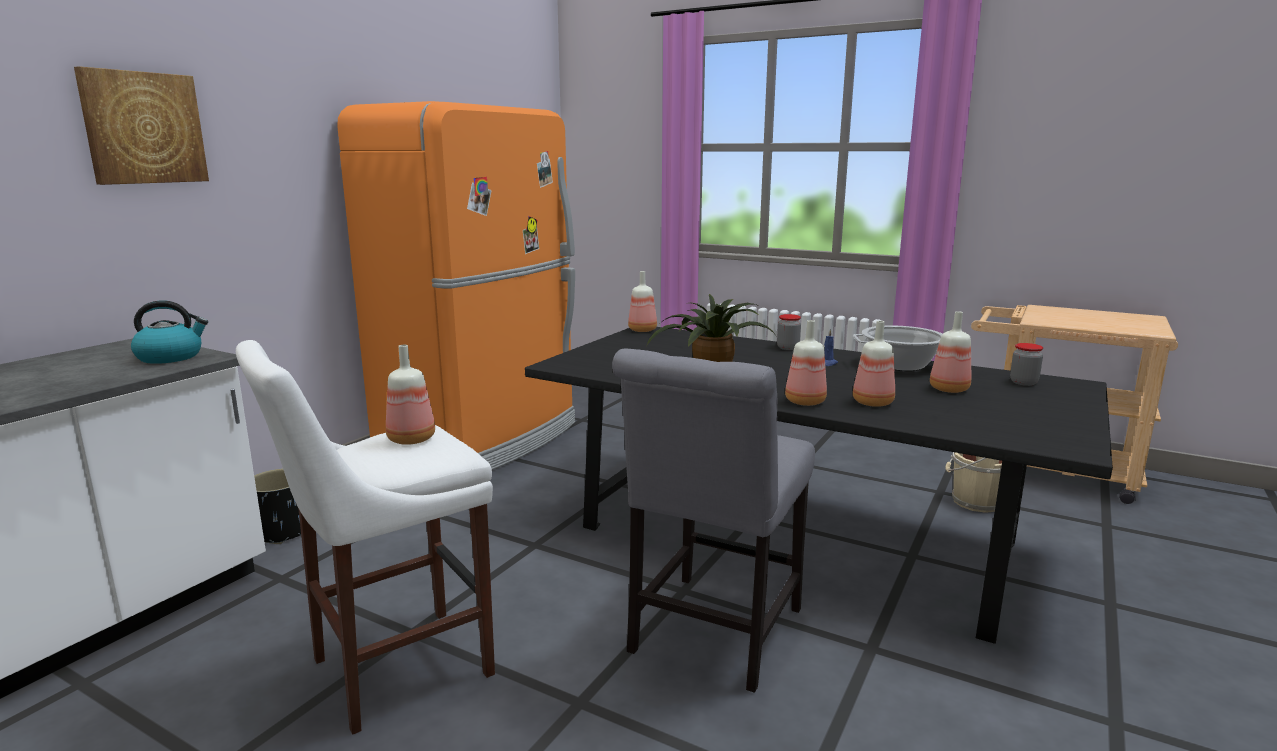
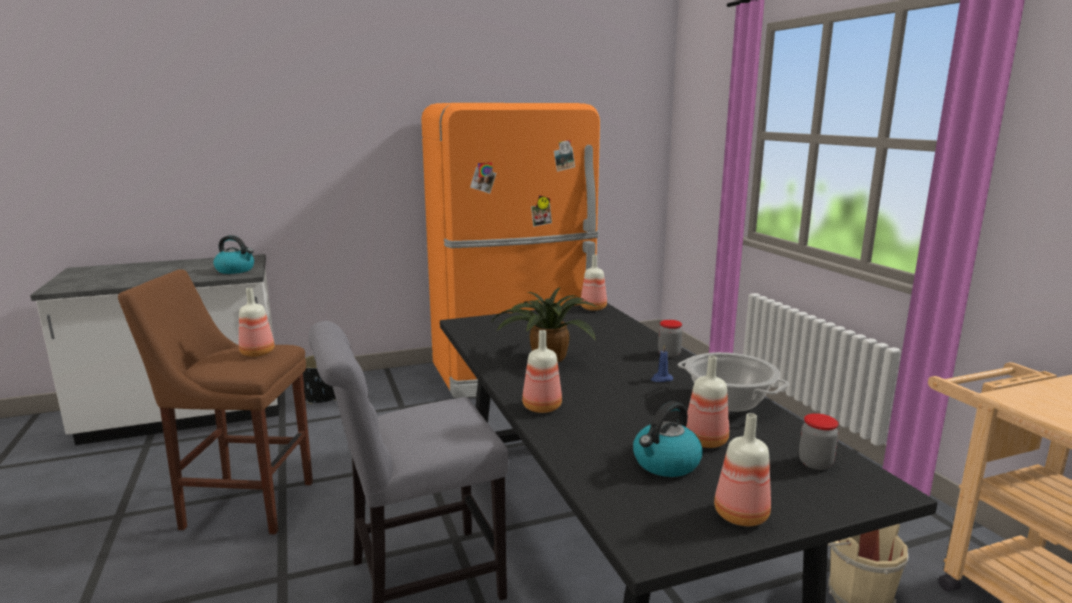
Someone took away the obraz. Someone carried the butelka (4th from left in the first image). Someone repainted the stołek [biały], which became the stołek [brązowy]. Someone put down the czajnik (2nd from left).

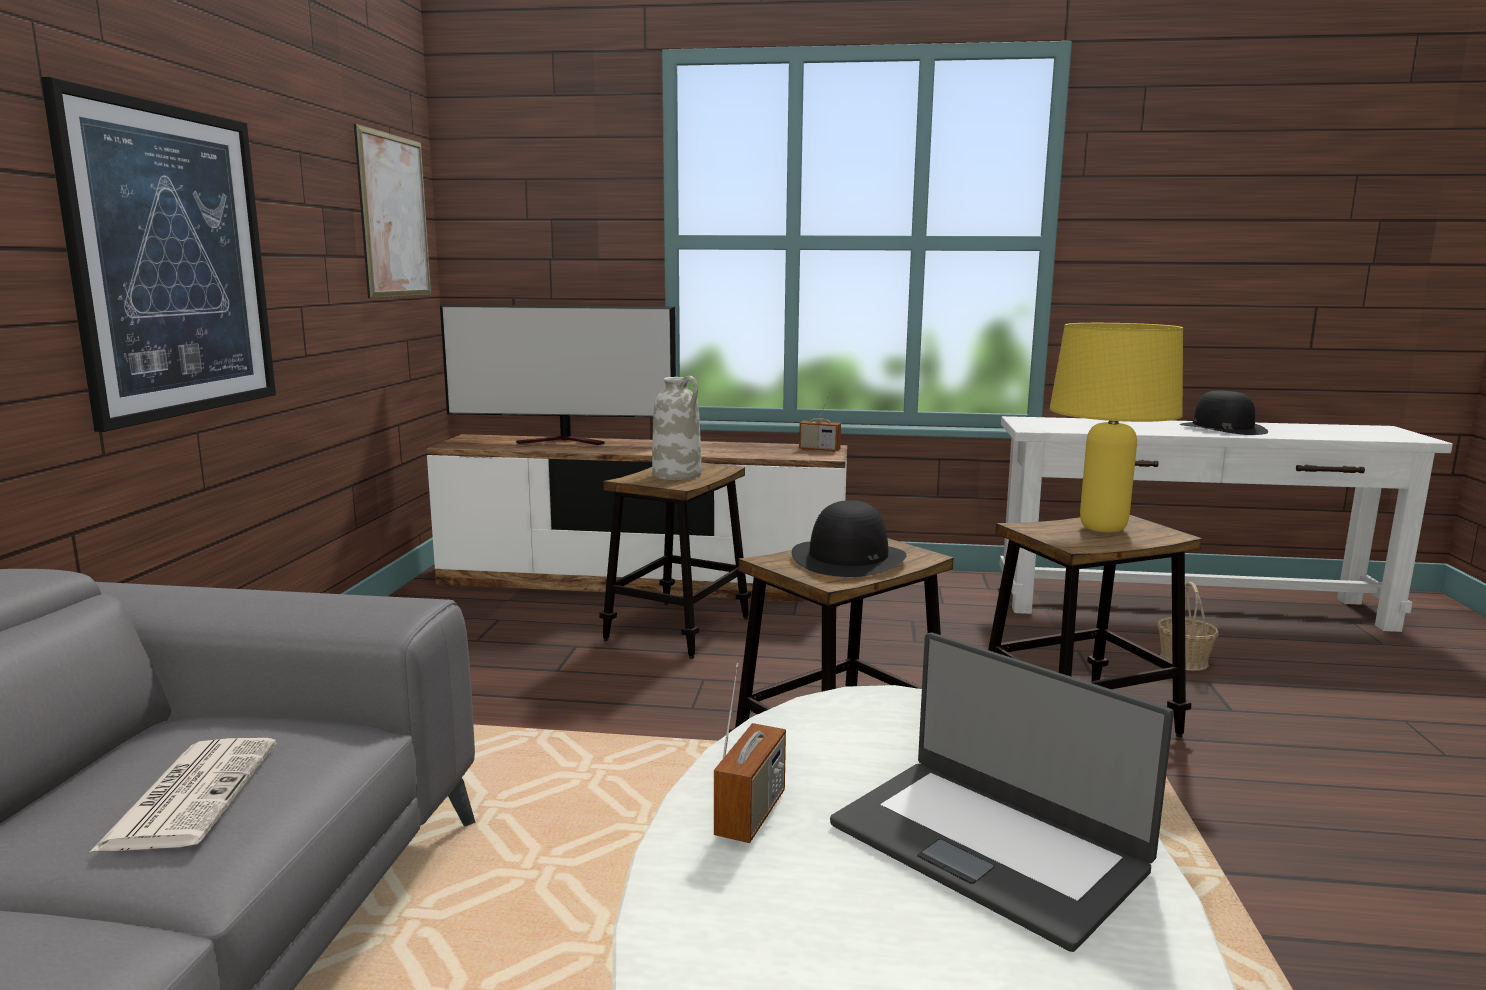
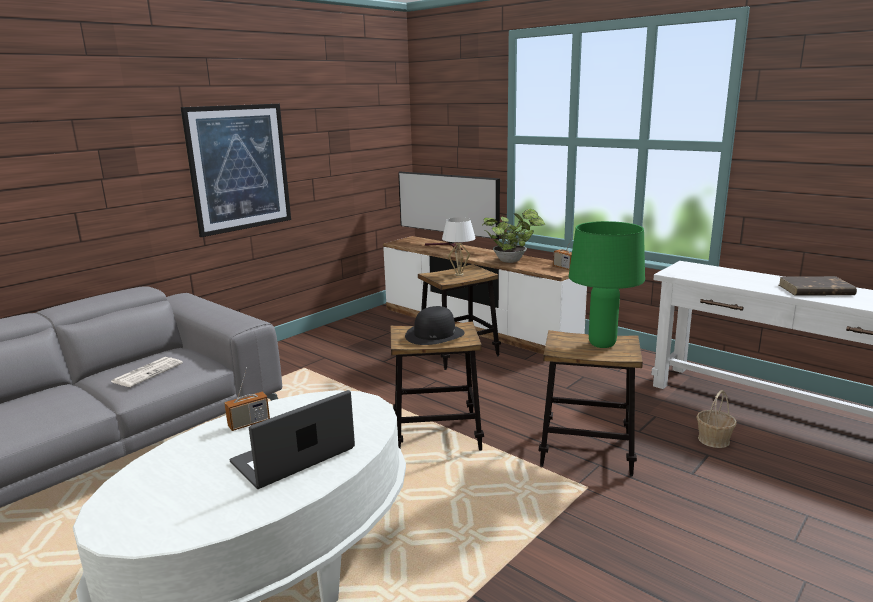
Someone took away the obraz (2nd from left). Someone repainted the lampa stołowa [żółty], which became the lampa stołowa [zielony]. Someone swapped the wazon [biały] for the lampa stołowa [biały]. Someone swapped the kapelusz [czarny] (2nd from left) for the książka [brązowy]. Someone rotated the laptop by 60 degrees clockwise. Someone put down the roślina doniczkowa.

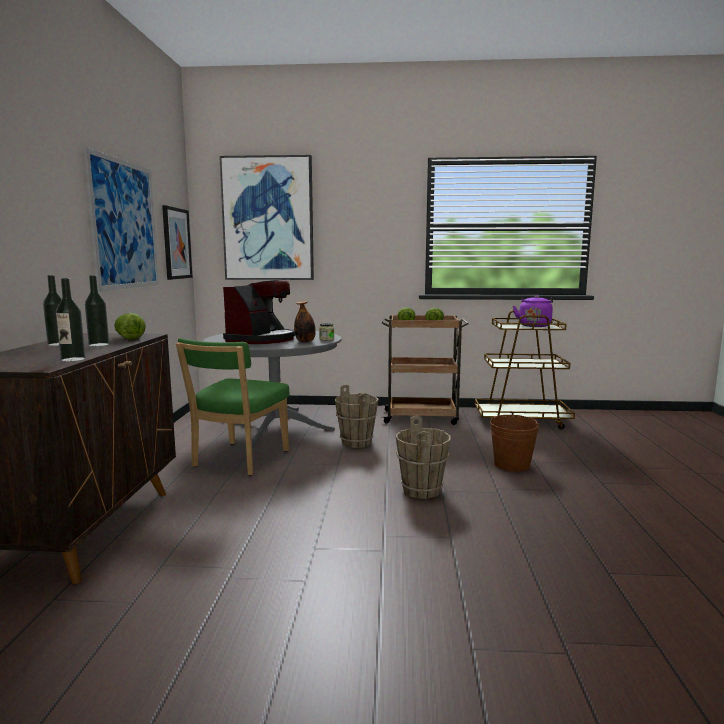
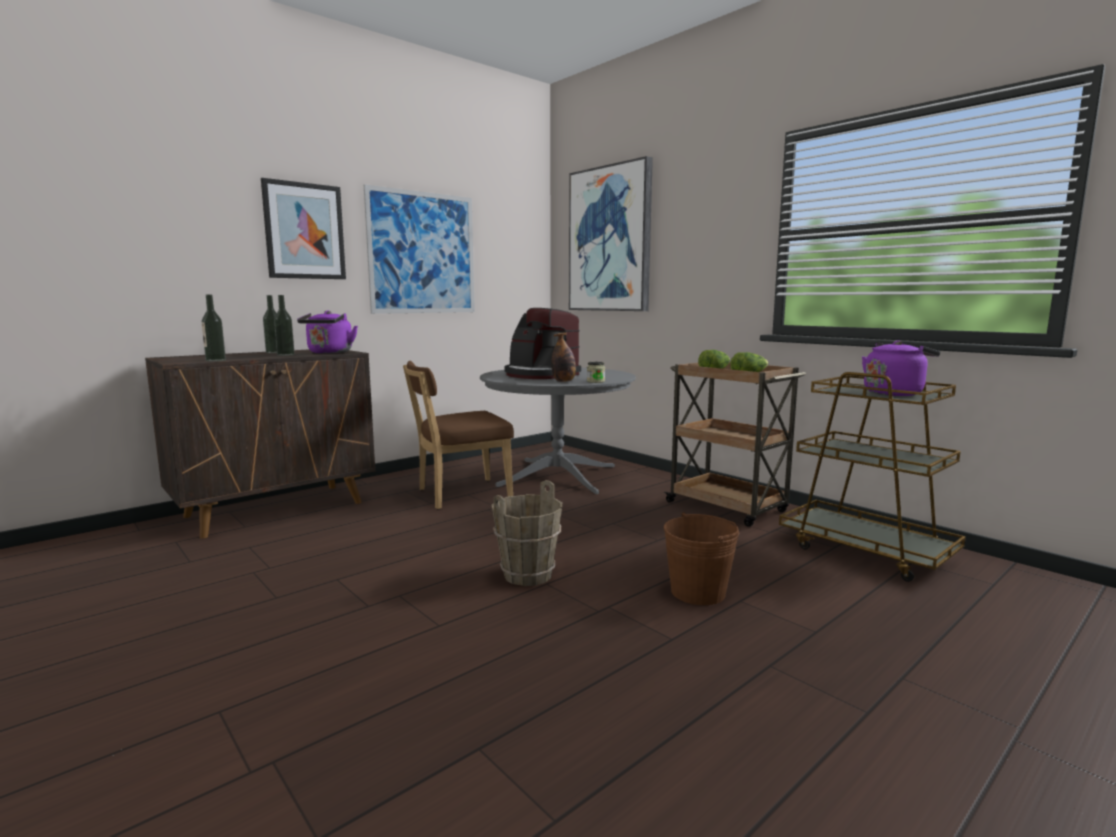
Someone carried the obraz (2nd from left in the first image). Someone rotated the ekspres do kawy by 60 degrees clockwise. Someone swapped the sałata (1st from left) for the czajnik [fioletowy] (1st from left). Someone repainted the krzesło [zielony], which became the krzesło [brązowy]. Someone took away the wiadro [brązowy] (1st from left).

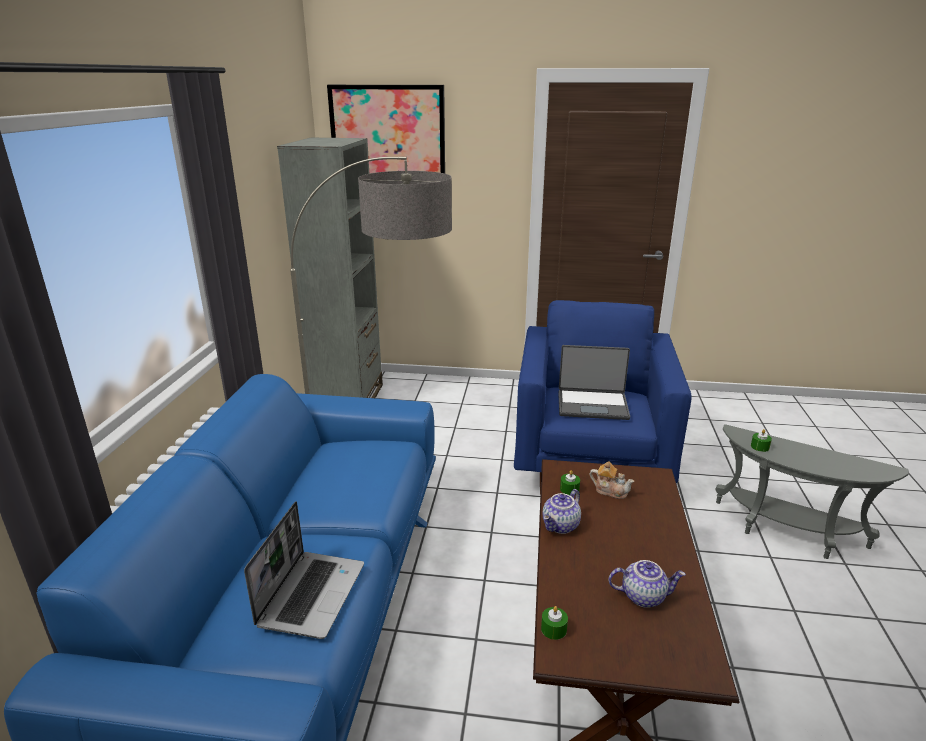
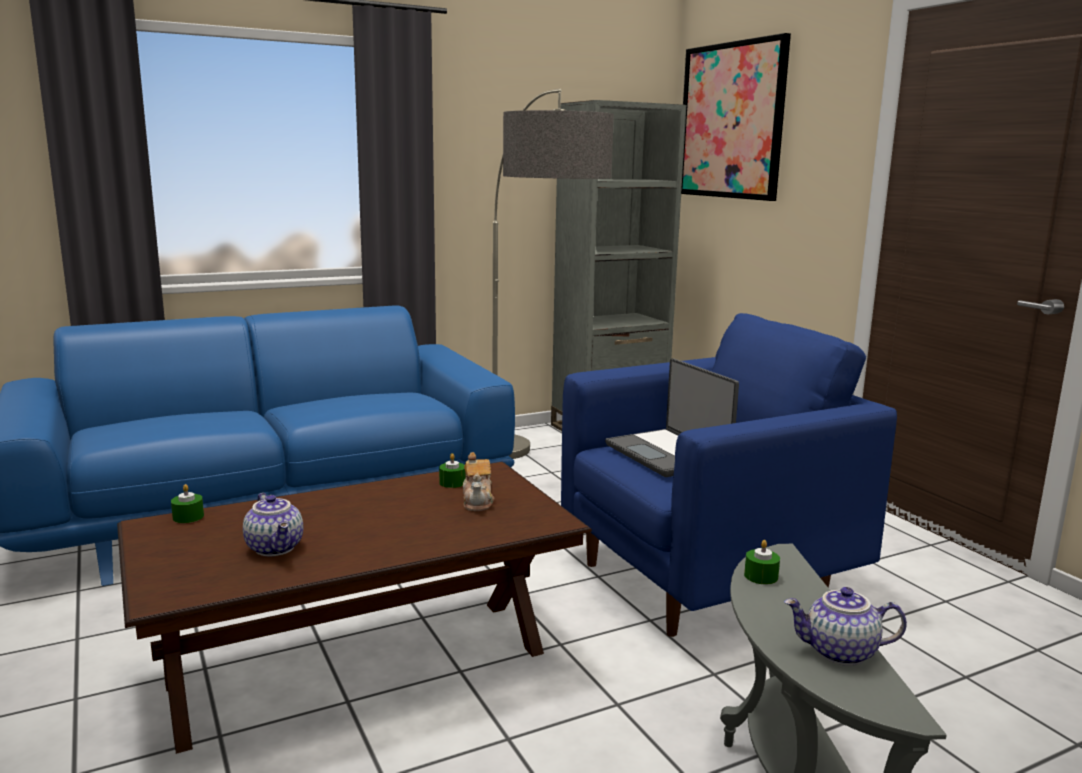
Someone carried the imbryk (1st from left in the first image). Someone took away the laptop (1st from left).

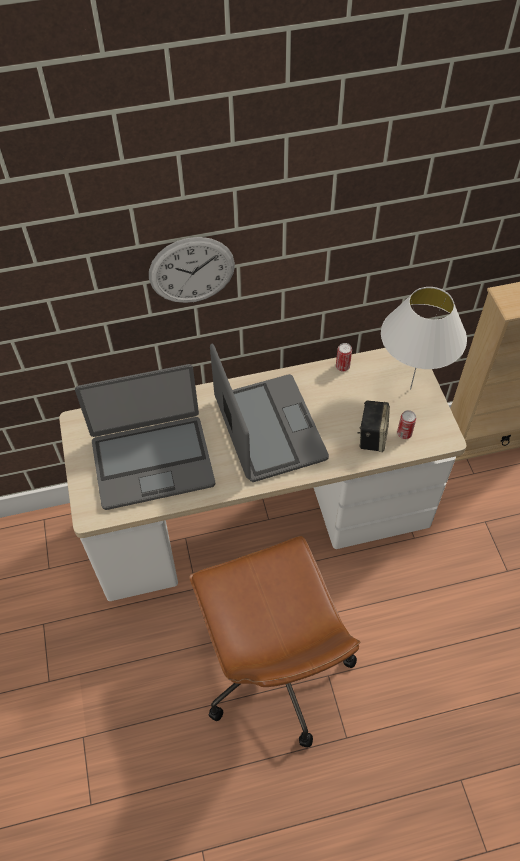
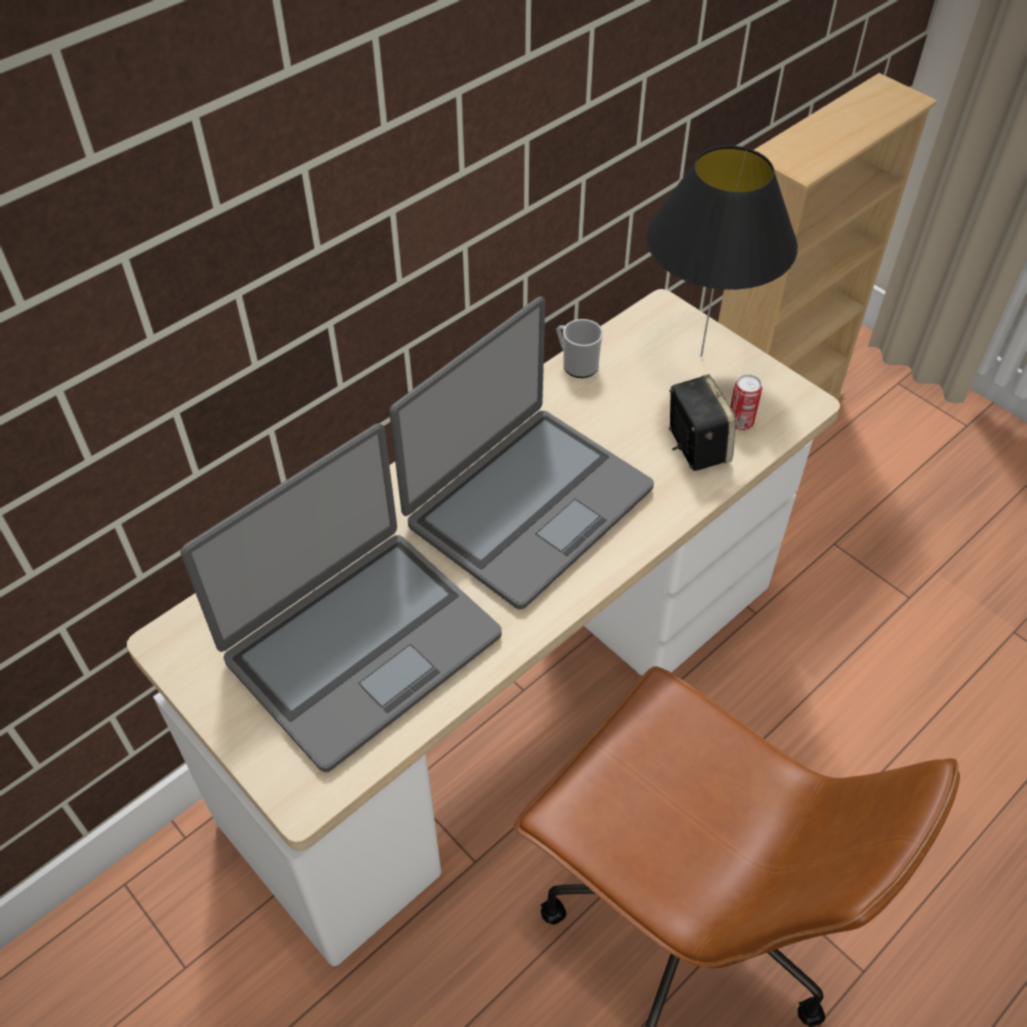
Someone took away the zegar ścienny. Someone repainted the lampa stołowa [biały], which became the lampa stołowa [czarny]. Someone swapped the puszka (1st from left) for the kubek. Someone rotated the laptop (2nd from left) by 90 degrees clockwise.

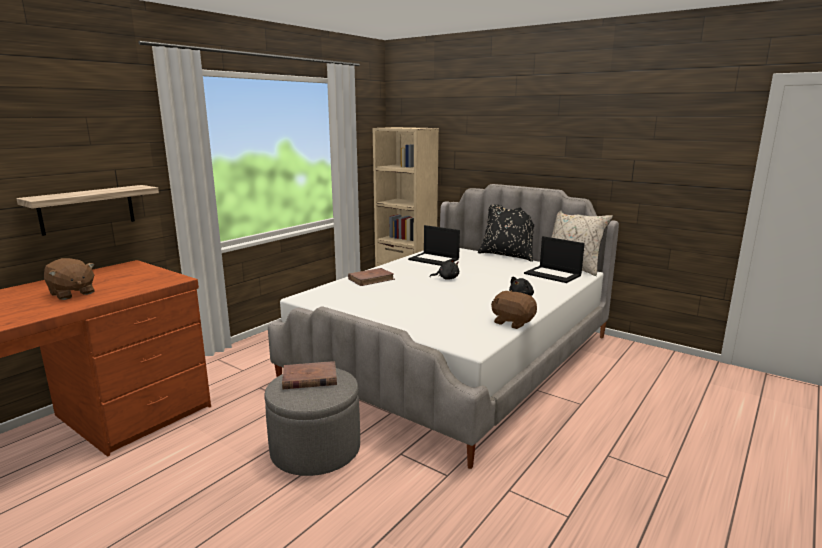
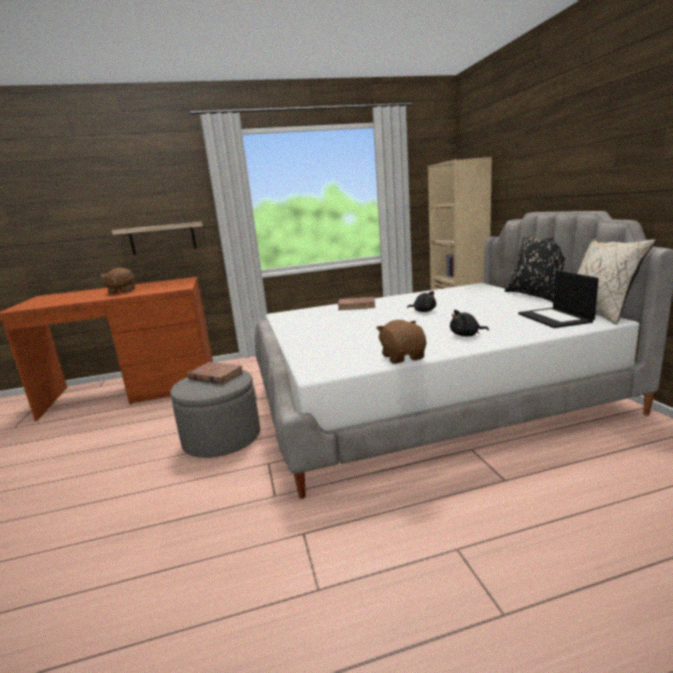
Someone took away the laptop (1st from left).

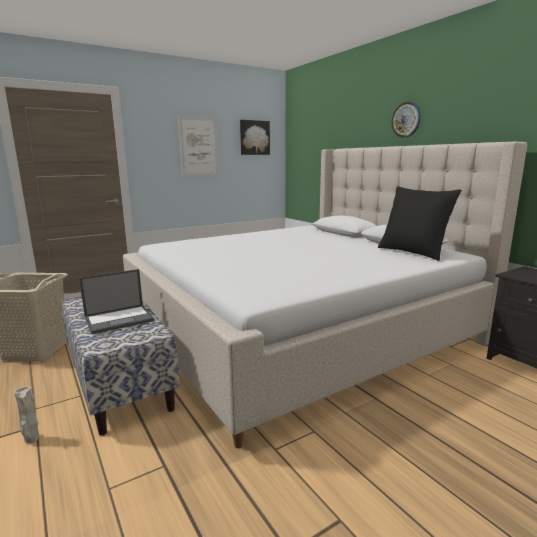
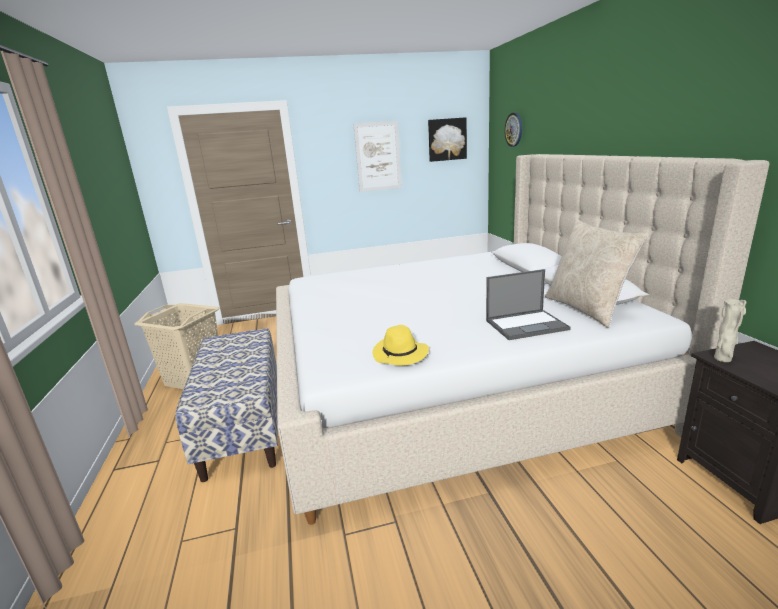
Someone carried the zegar ścienny. Someone repainted the poduszka [czarny], which became the poduszka [beżowy]. Someone carried the laptop. Someone carried the wazon [beżowy]. Someone put down the kapelusz [żółty].

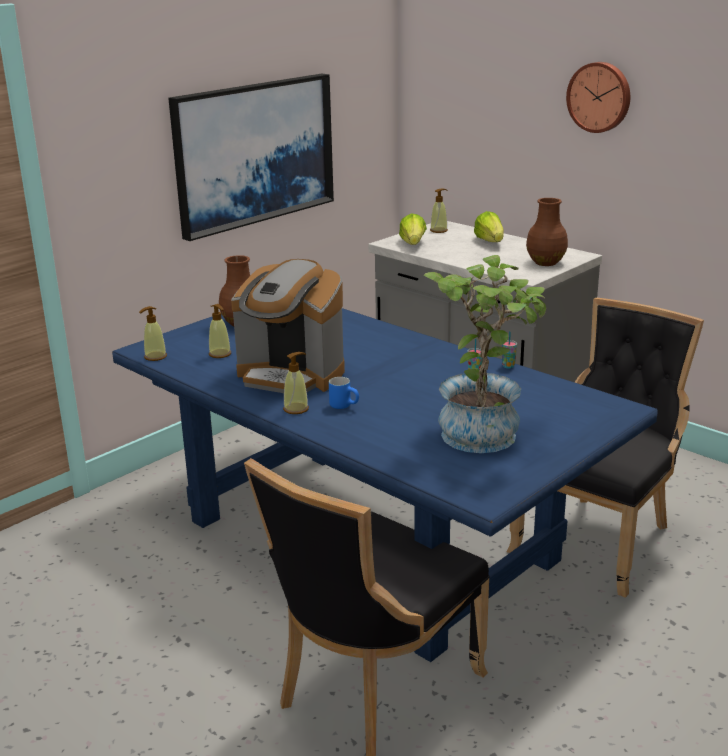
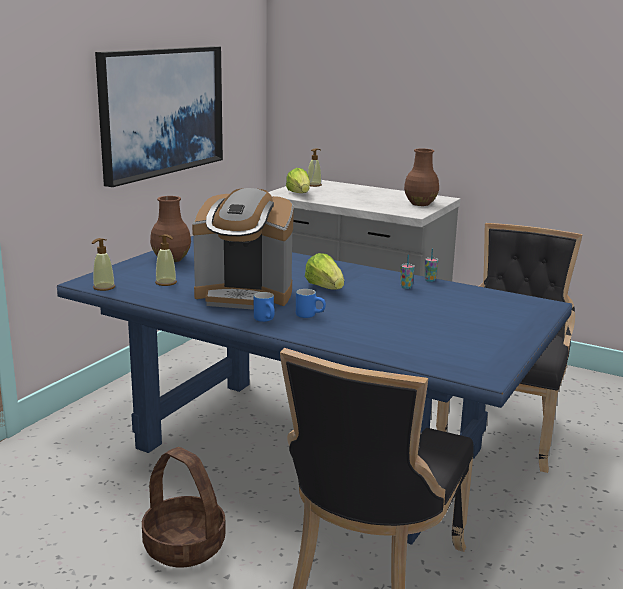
Someone took away the zegar ścienny. Someone carried the sałata (2nd from left). Someone took away the roślina doniczkowa. Someone swapped the dozownik mydła (3rd from left) for the kubek [niebieski] (1st from left). Someone put down the koszyk.

